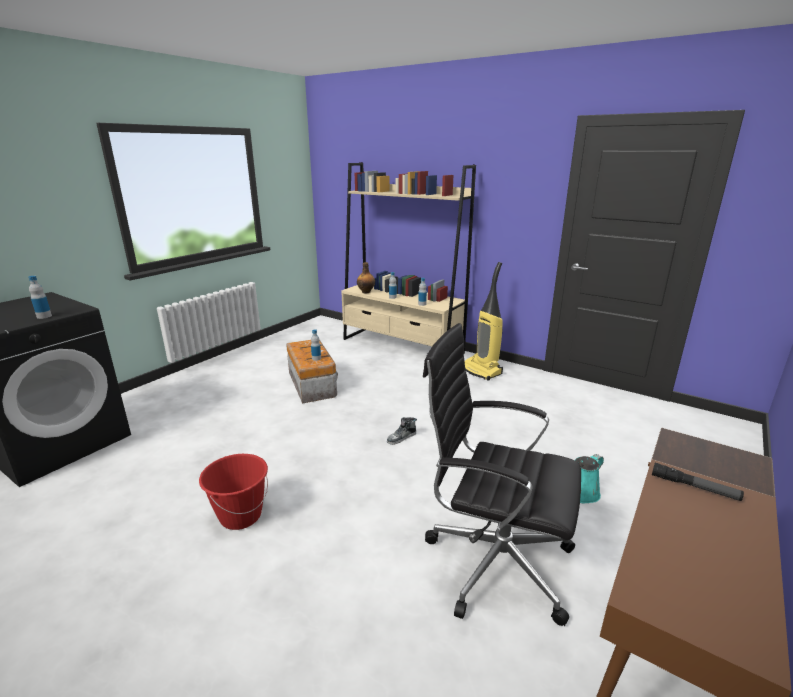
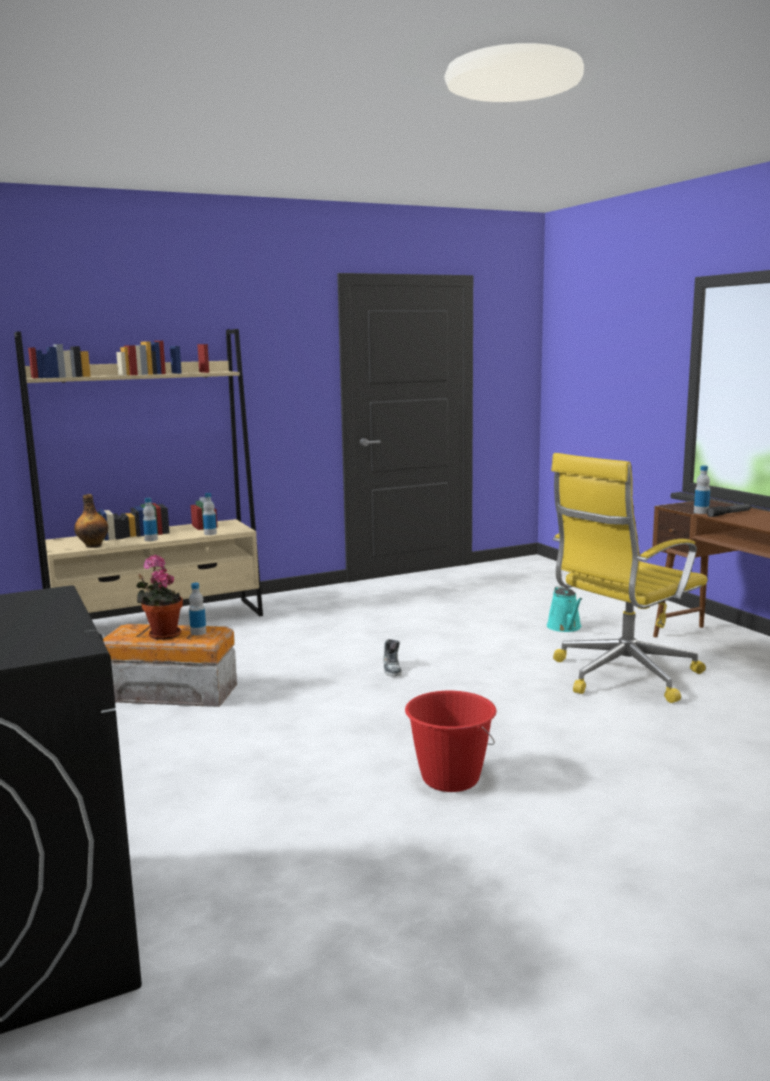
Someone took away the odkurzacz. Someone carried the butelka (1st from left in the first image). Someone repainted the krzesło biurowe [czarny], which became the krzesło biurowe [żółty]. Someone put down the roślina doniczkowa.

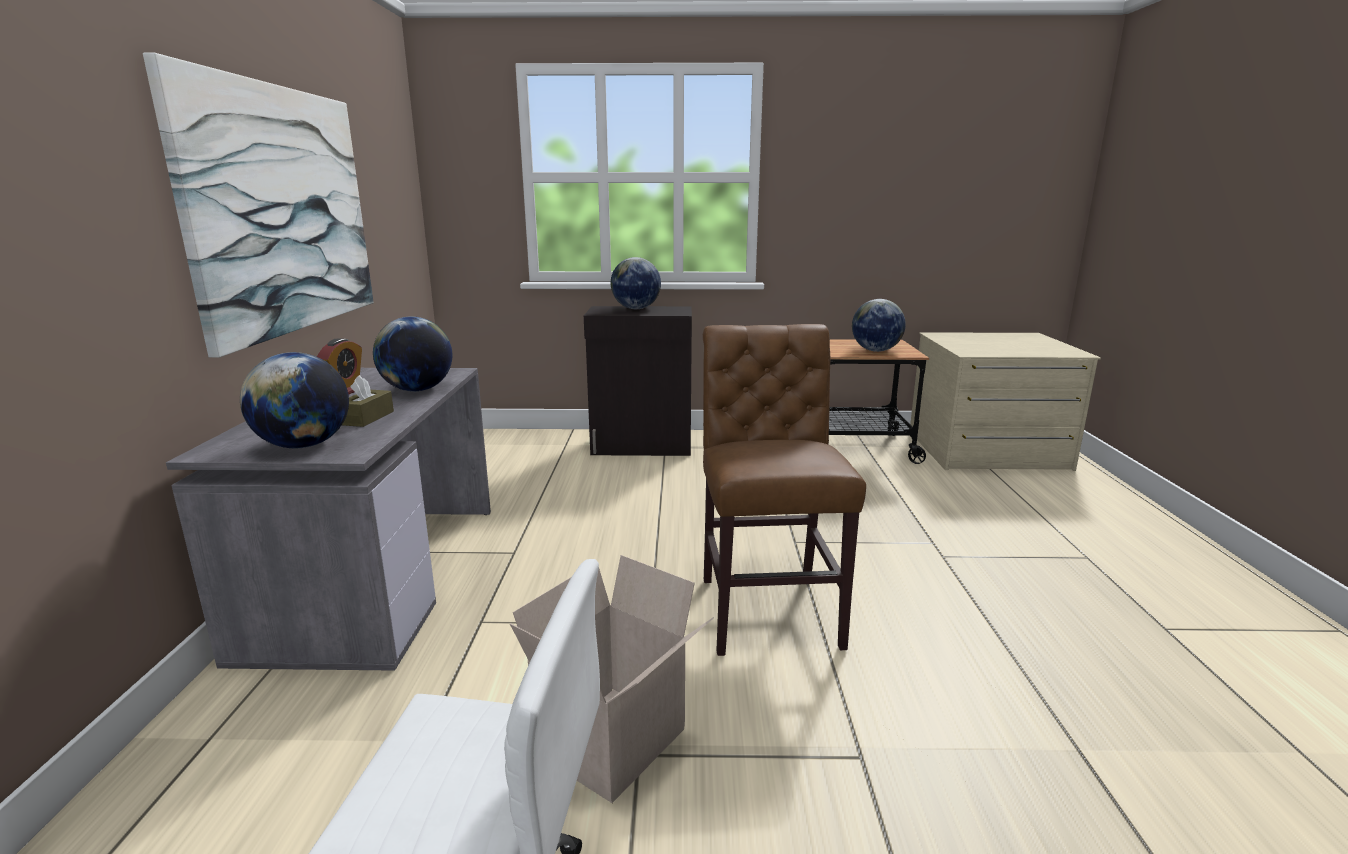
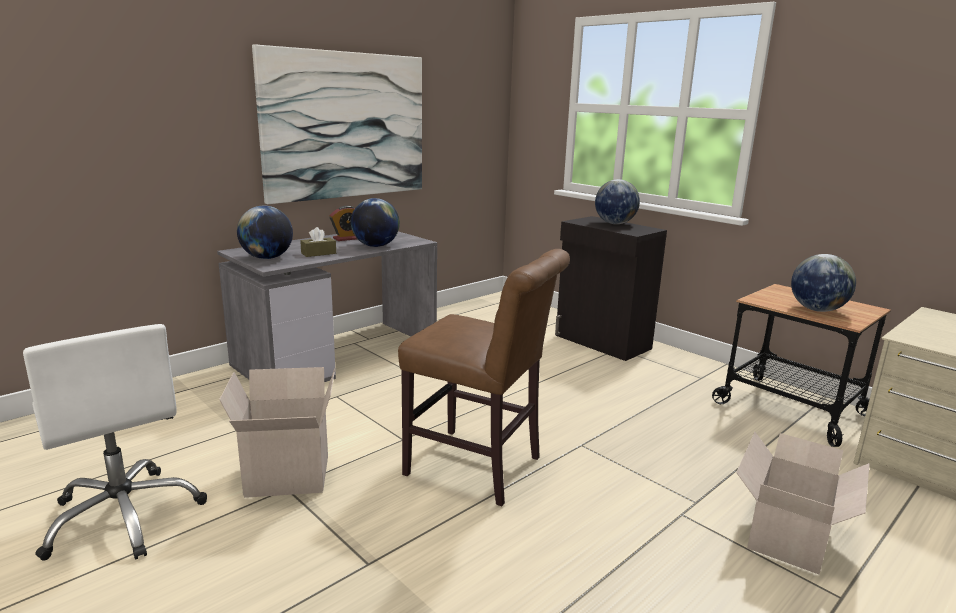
Someone rotated the krzesło [brązowy] by 75 degrees clockwise. Someone put down the karton (2nd from left).

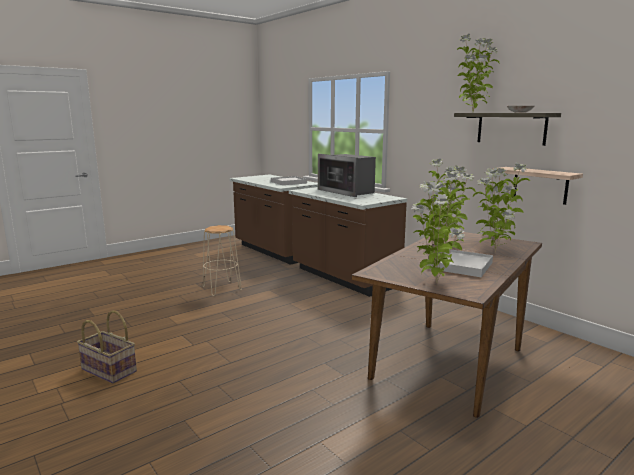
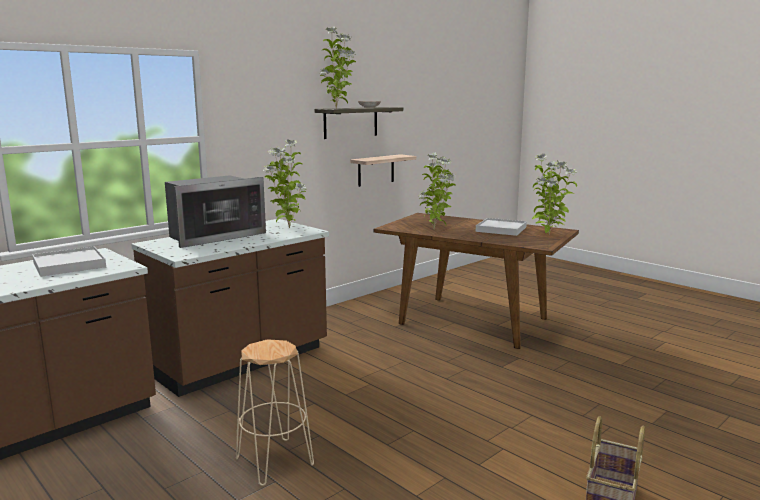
Someone carried the roślina doniczkowa (4th from left in the first image).

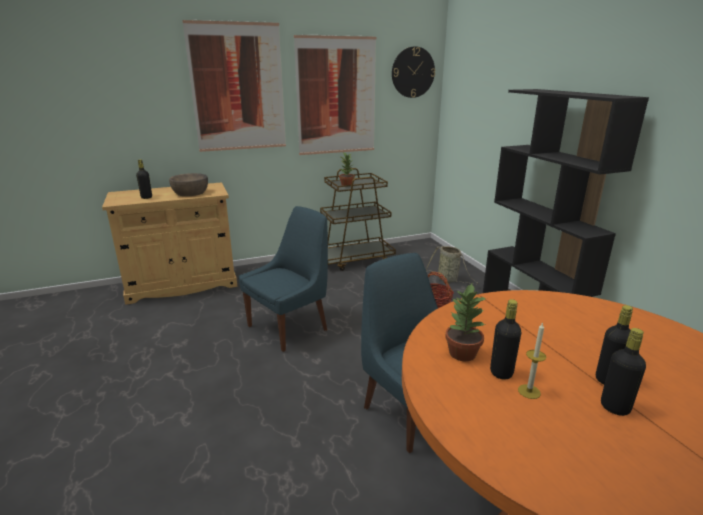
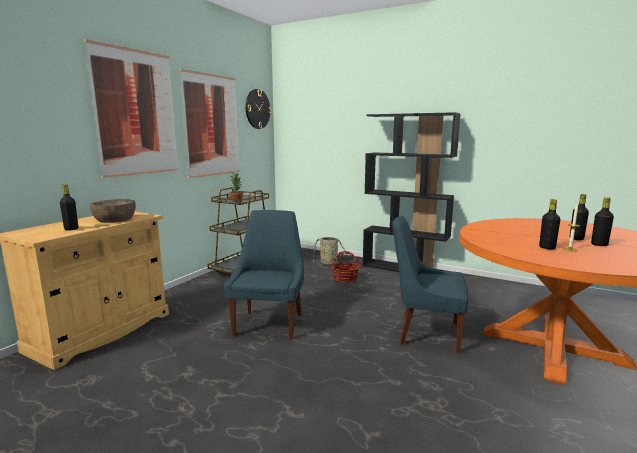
Someone took away the roślina doniczkowa (2nd from left).

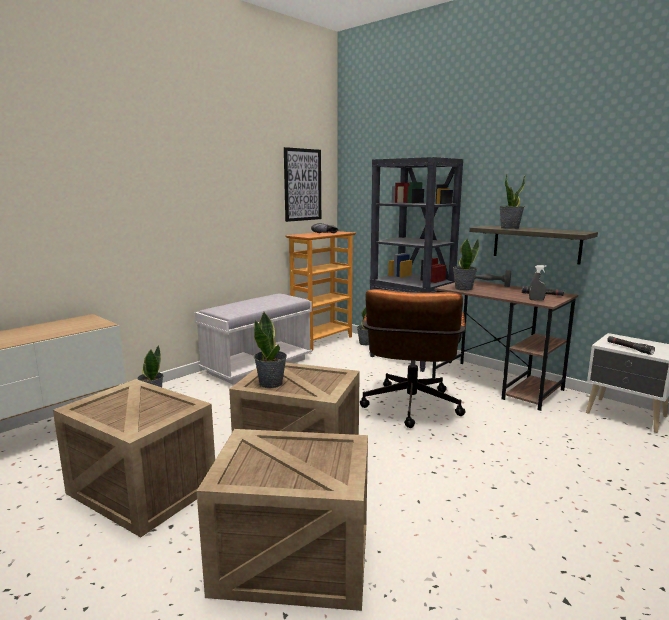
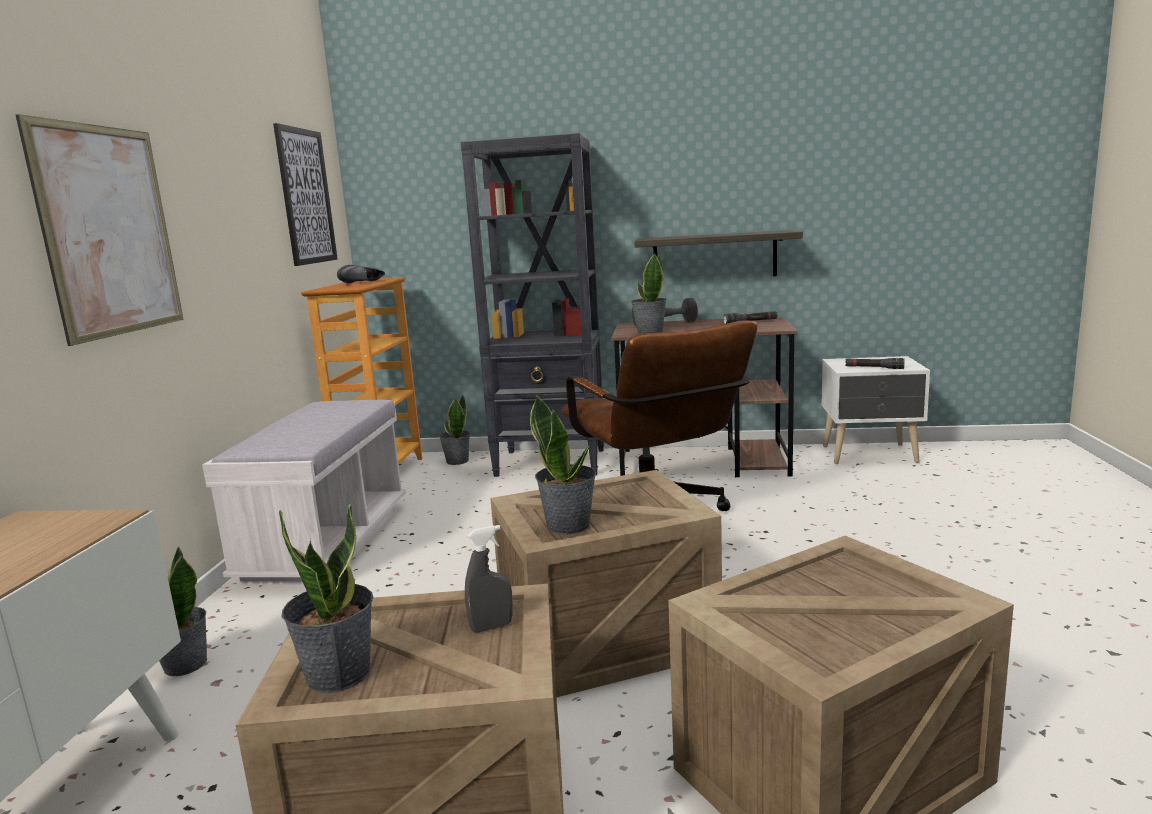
Someone carried the roślina doniczkowa (5th from left in the first image). Someone carried the spryskiwacz [szary]. Someone put up the obraz (1st from left).

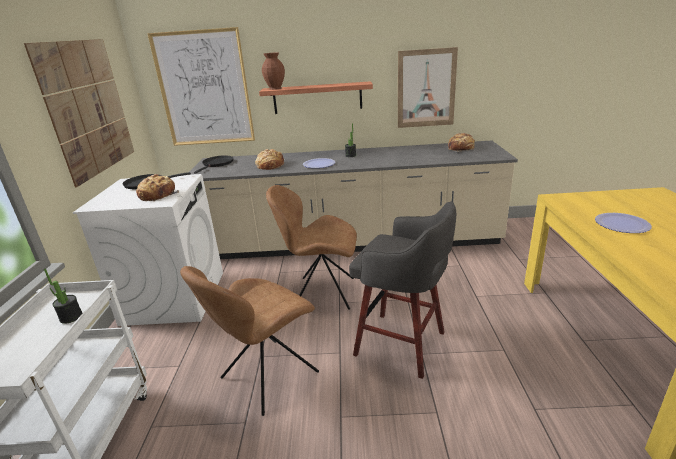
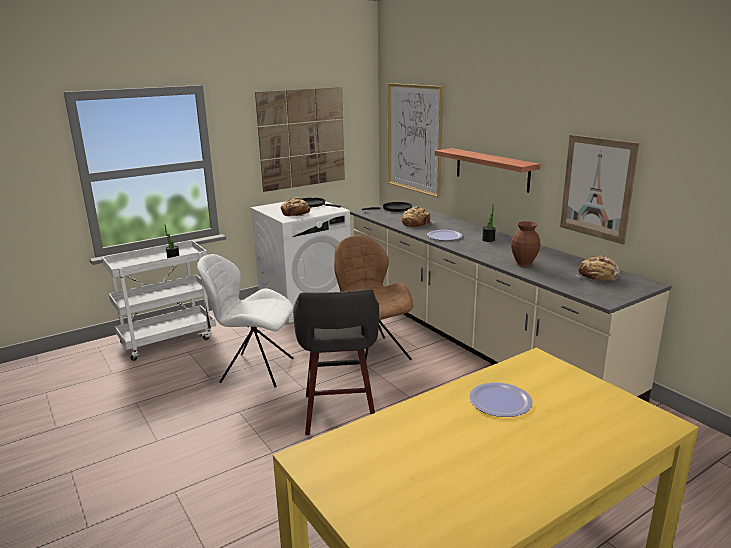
Someone carried the wazon [brązowy]. Someone repainted the krzesło [brązowy] (1st from left), which became the krzesło [biały].

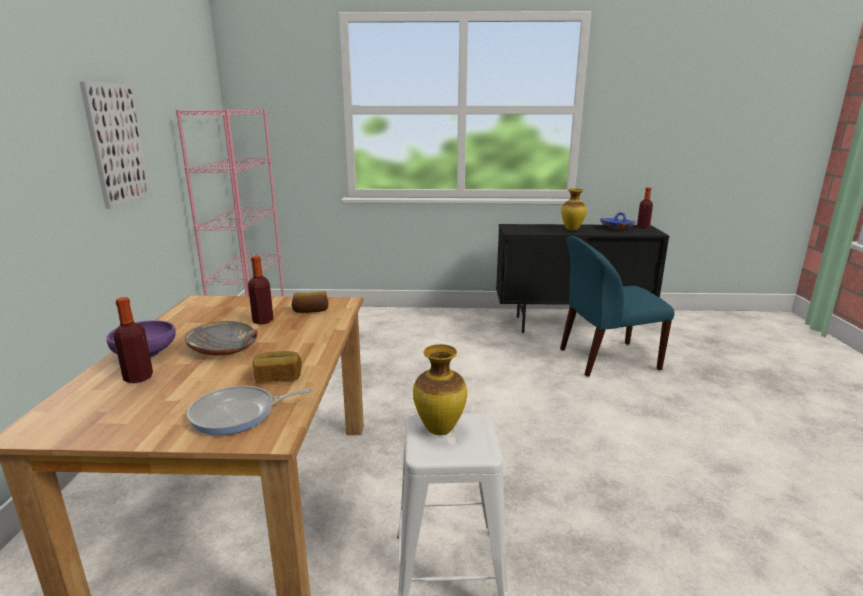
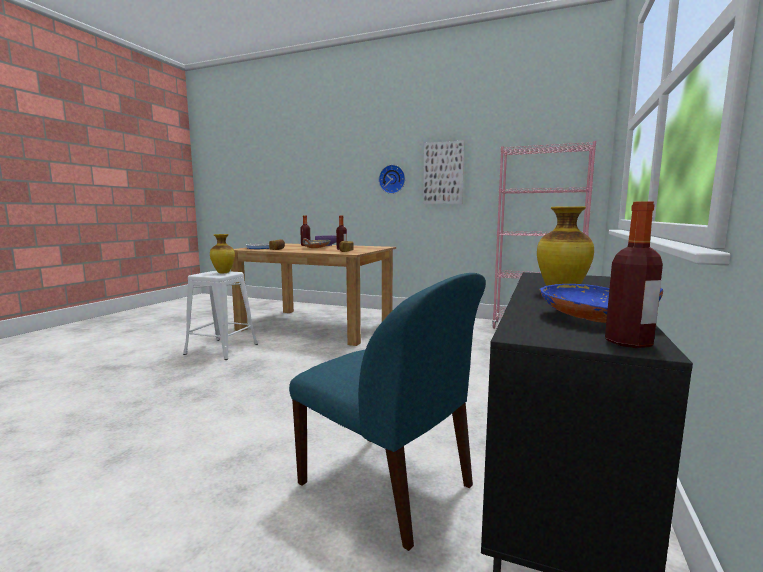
Someone rotated the krzesło [niebieski] by 120 degrees clockwise. Someone put up the zegar ścienny.

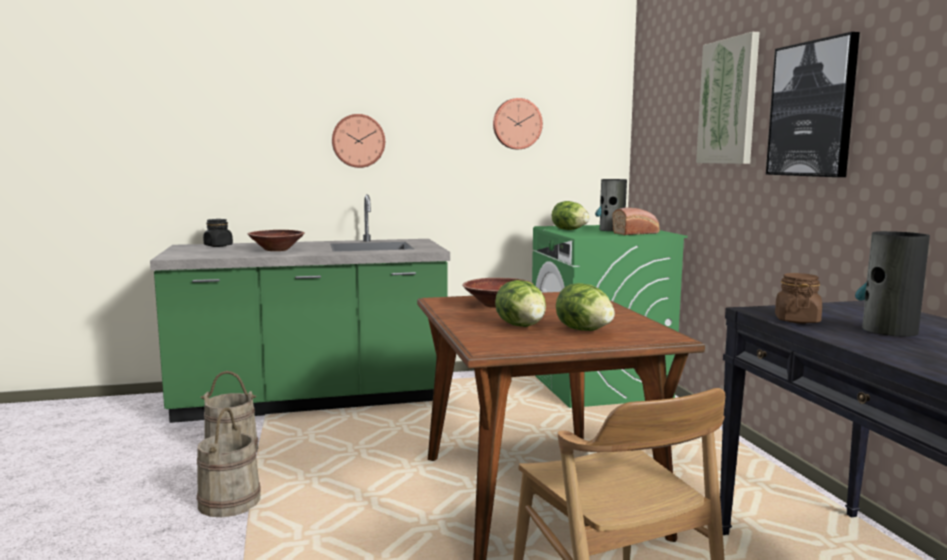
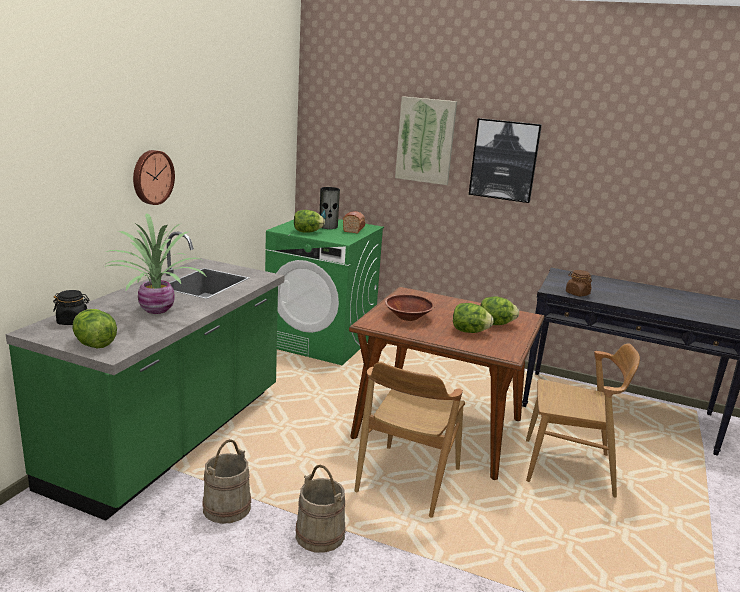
Someone took away the zegar ścienny (2nd from left). Someone swapped the miska [brązowy] (1st from left) for the roślina doniczkowa. Someone took away the wazon (2nd from left). Someone put down the sałata (1st from left). Someone put down the krzesło [brązowy] (1st from left).

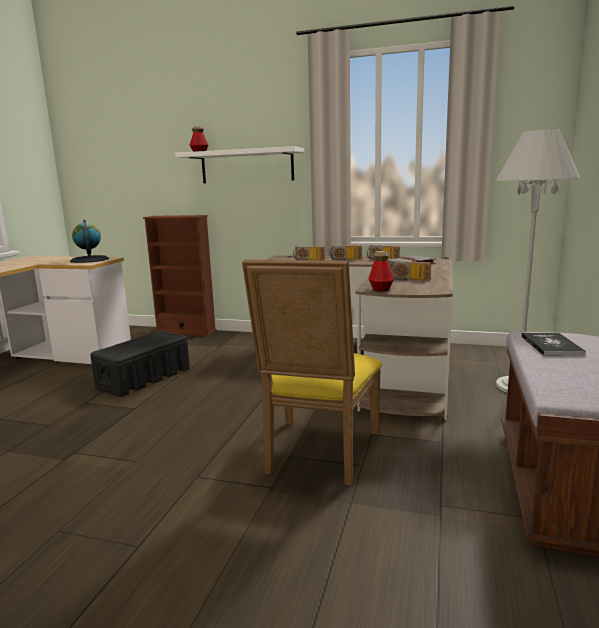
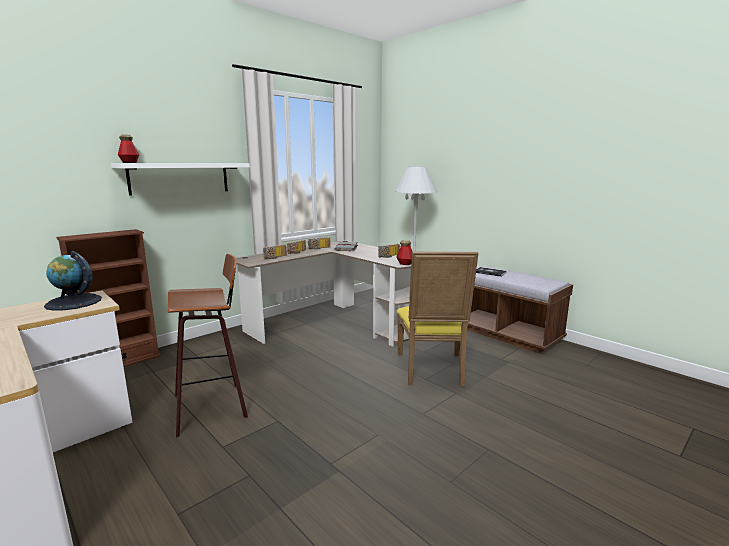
Someone rotated the krzesło [żółty] by 45 degrees clockwise. Someone swapped the pojemnik do przechowywania [czarny] for the stołek.

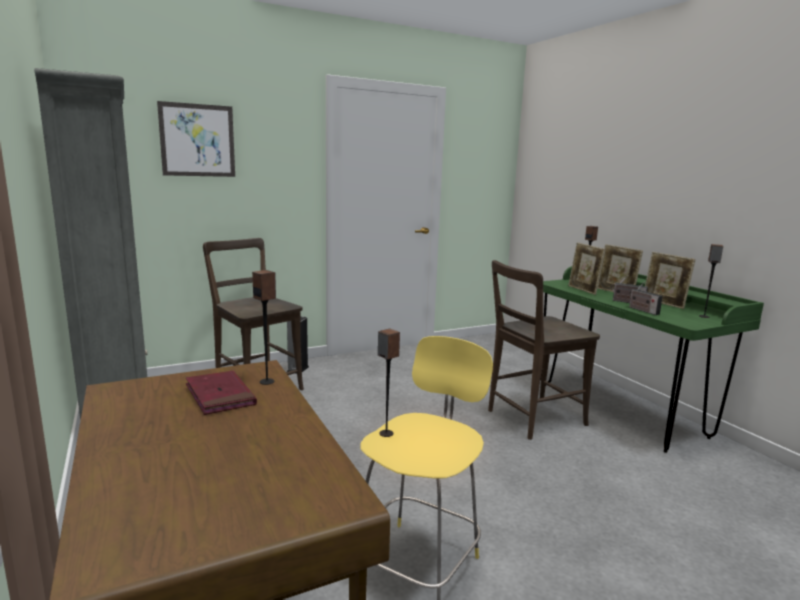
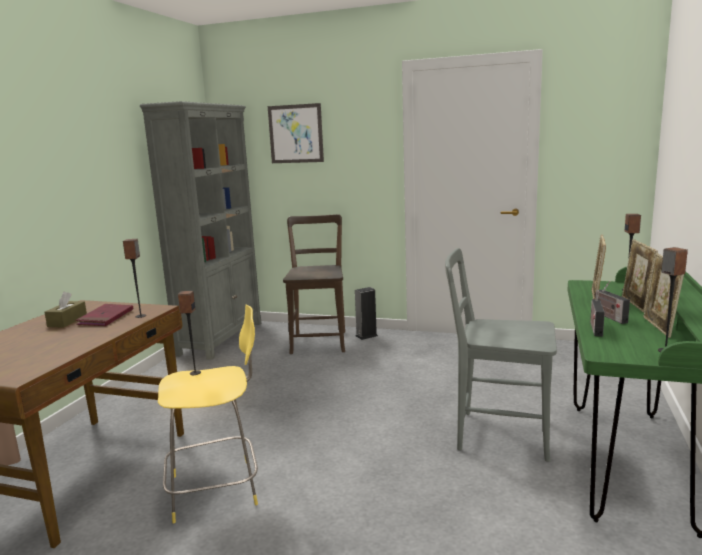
Someone repainted the krzesło [brązowy] (2nd from left), which became the krzesło [szary]. Someone put down the pudełko chusteczek [brązowy].

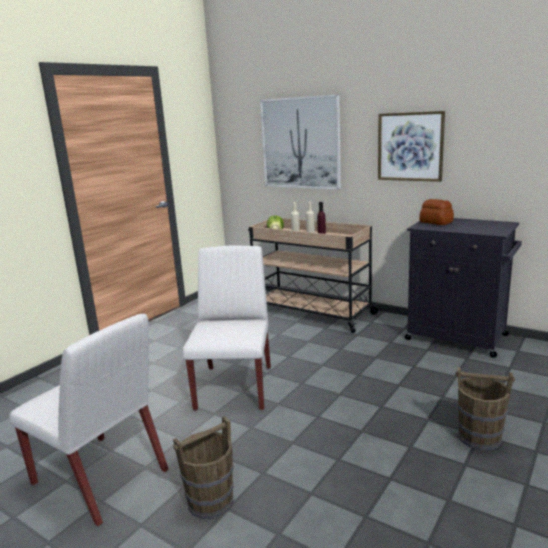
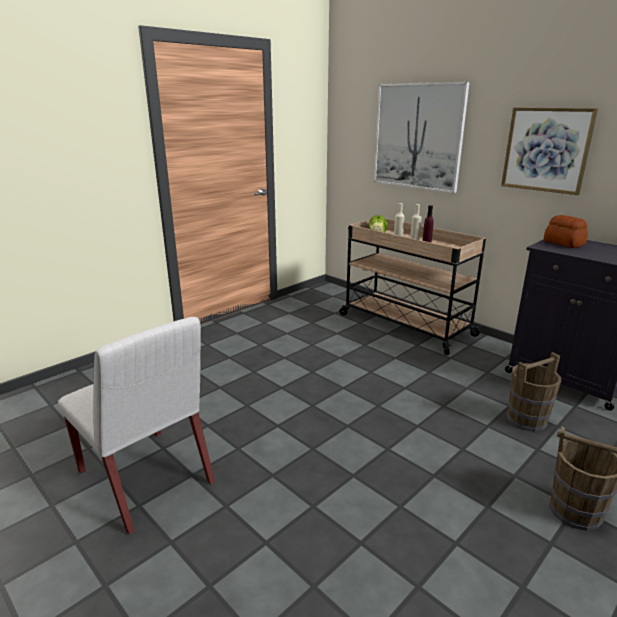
Someone took away the krzesło [biały] (2nd from left). Someone carried the wiadro [brązowy] (1st from left).

